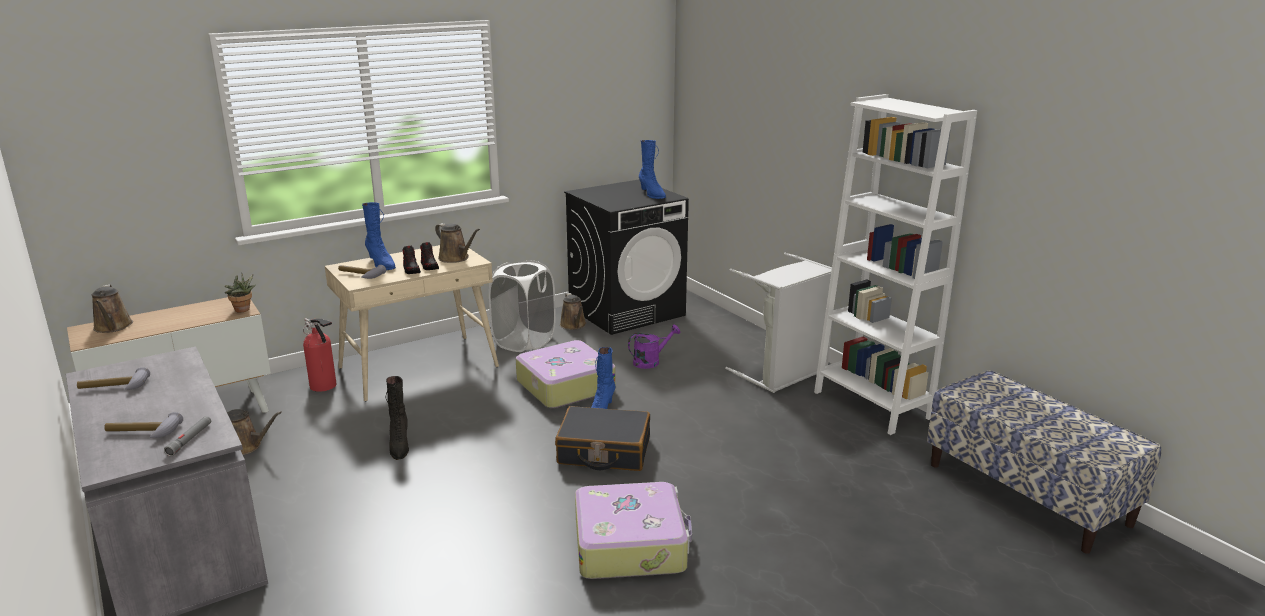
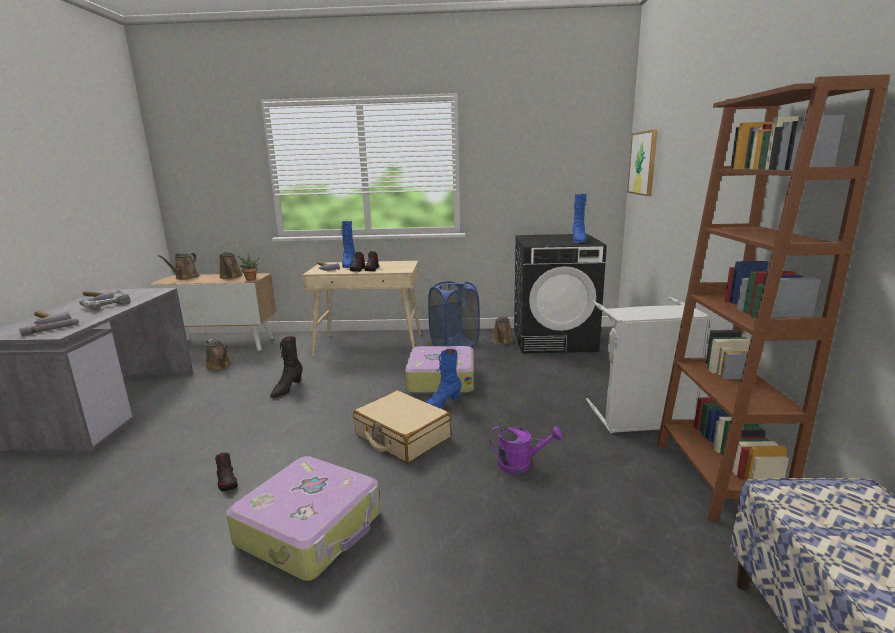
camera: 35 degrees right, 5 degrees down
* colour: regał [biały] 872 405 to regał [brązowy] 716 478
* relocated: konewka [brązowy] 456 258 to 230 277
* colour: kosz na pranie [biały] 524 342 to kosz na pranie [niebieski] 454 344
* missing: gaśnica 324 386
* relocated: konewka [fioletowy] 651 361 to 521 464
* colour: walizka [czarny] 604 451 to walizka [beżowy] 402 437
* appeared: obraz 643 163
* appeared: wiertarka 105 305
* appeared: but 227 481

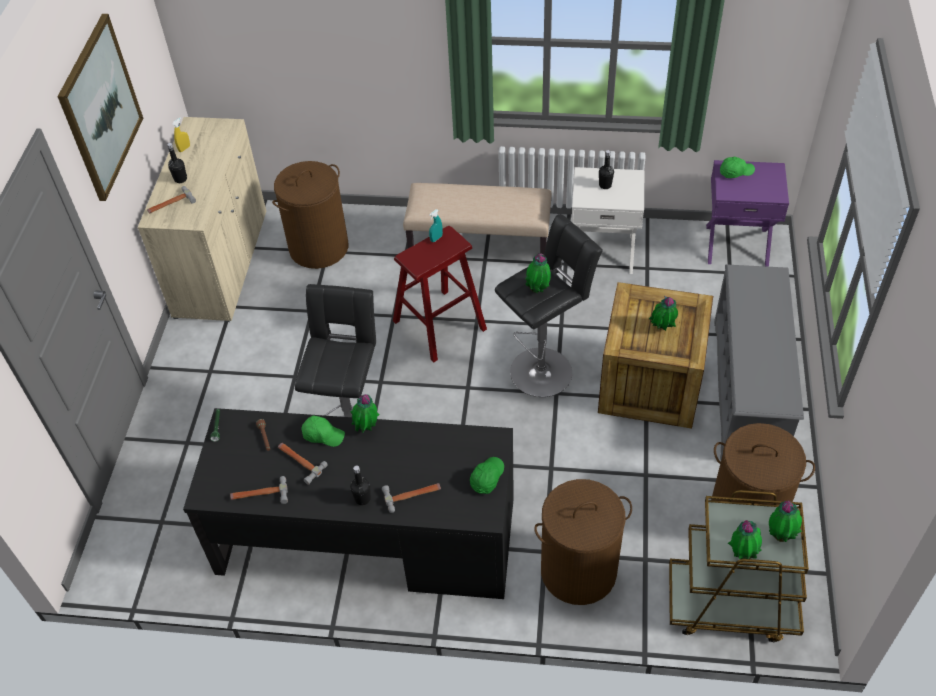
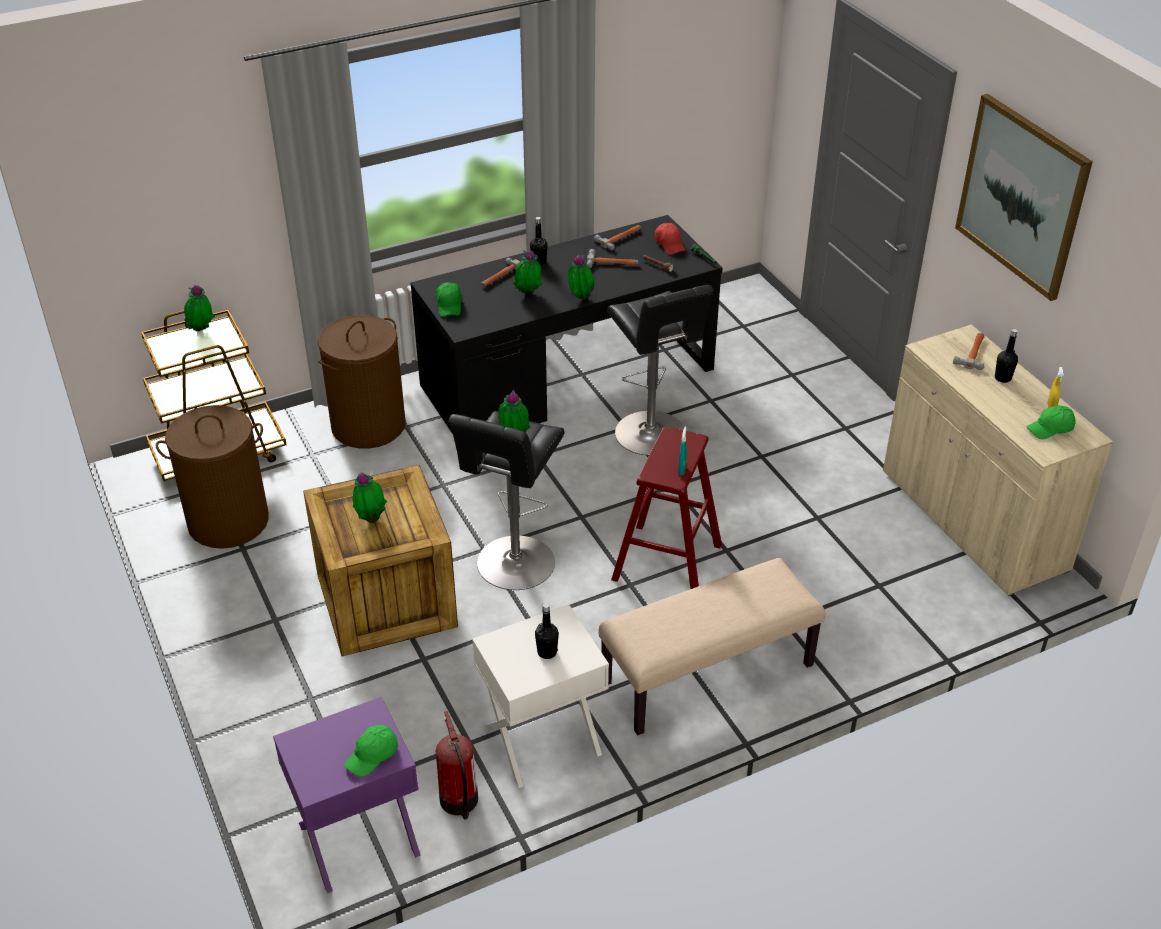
camera: 145 degrees right, 10 degrees down
* missing: kosz na pranie [brązowy] 319 247
* missing: regał na buty [szary] 748 390
* relocated: czapka z daszkiem [zielony] 323 435 to 1050 429
* relocated: roślina doniczkowa 780 535 to 528 294
* appeared: czapka z daszkiem [czerwony] 670 244
* appeared: gaśnica 459 801

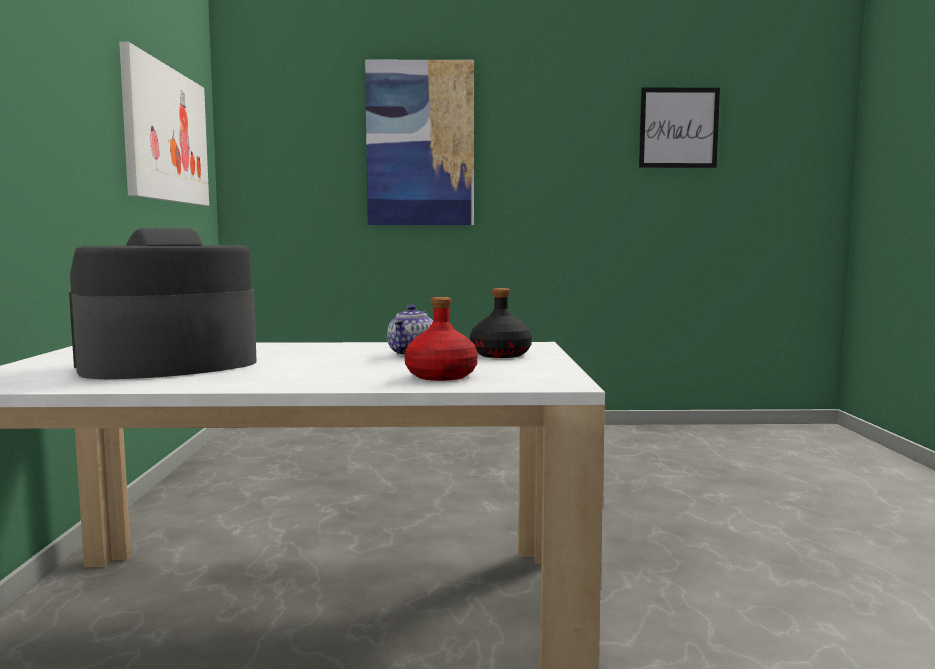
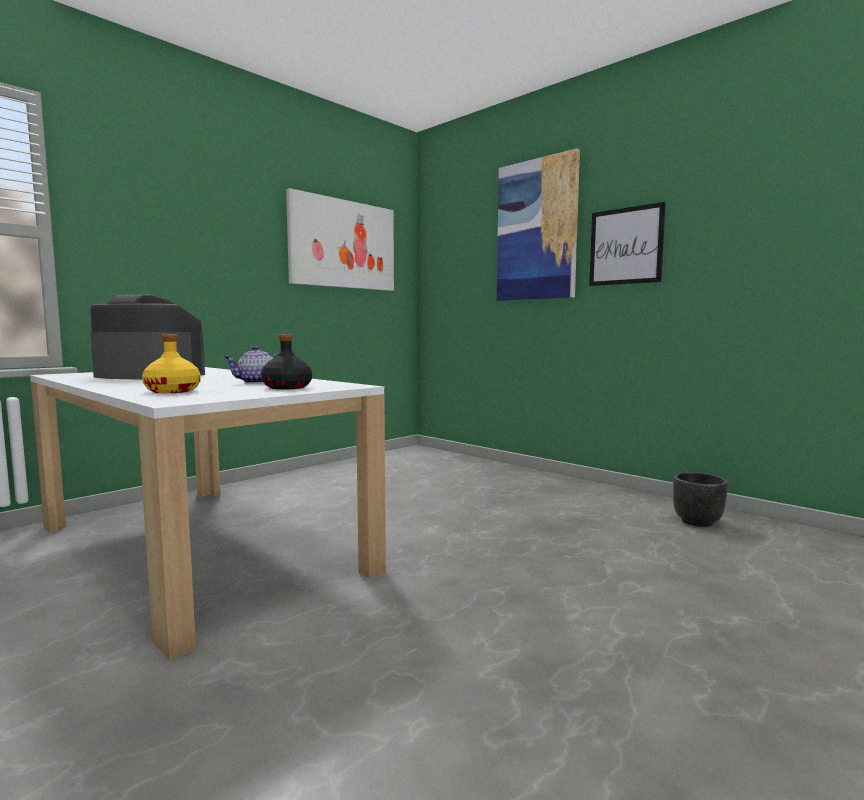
camera: 45 degrees right, 0 degrees up
* relocated: obraz 678 128 to 625 246
* colour: butelka [czerwony] 440 376 to butelka [żółty] 173 391
* appeared: donica [czarny] 696 522

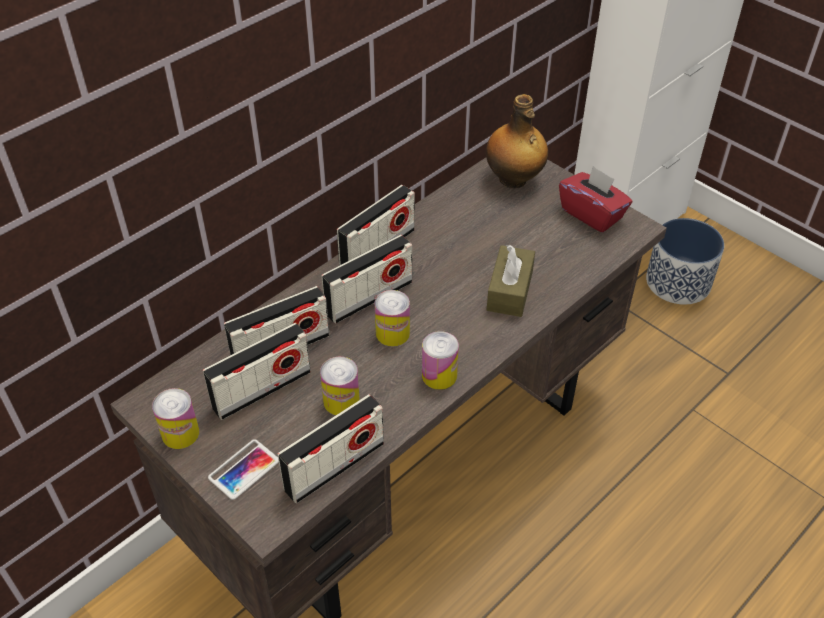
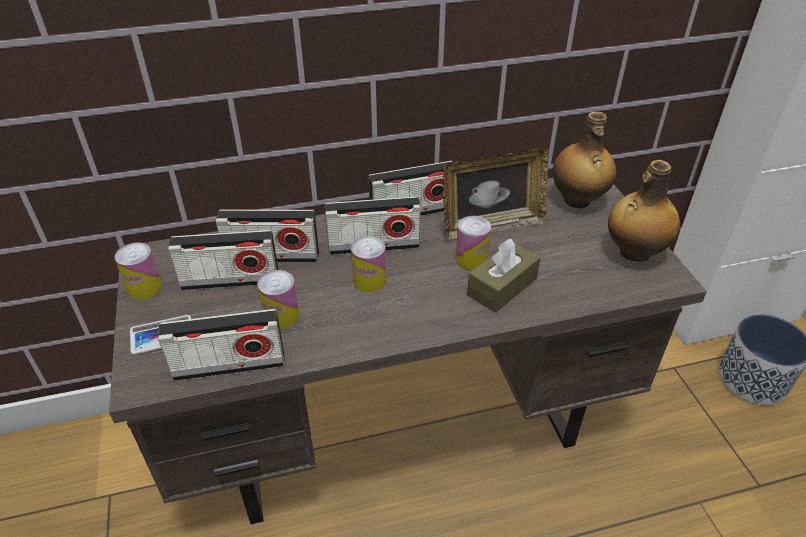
camera: 30 degrees right, 5 degrees down
* exchanged: pudełko chusteczek [czerwony] 592 214 to butelka 633 252
* relocated: puszka 439 375 to 471 259
* appeared: ramka na zdjęcie 491 226

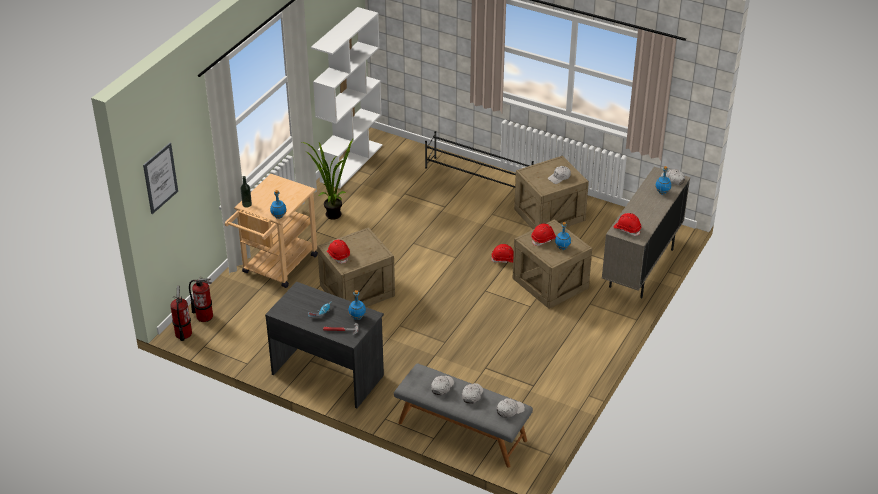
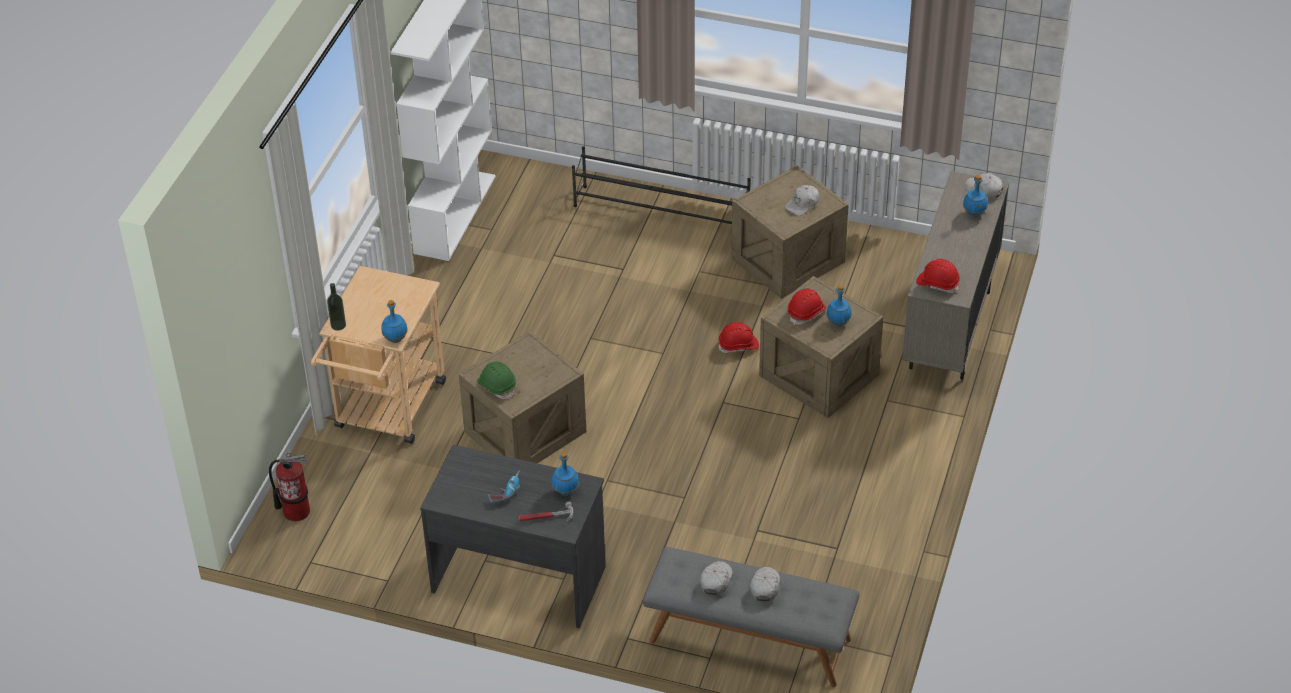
camera: 10 degrees left, 5 degrees up
* missing: roślina doniczkowa 330 213
* missing: obraz 160 178
* colour: kask [czerwony] 338 255 to kask [zielony] 497 386
* missing: gaśnica 183 334
* missing: czapka z daszkiem [biały] 510 410

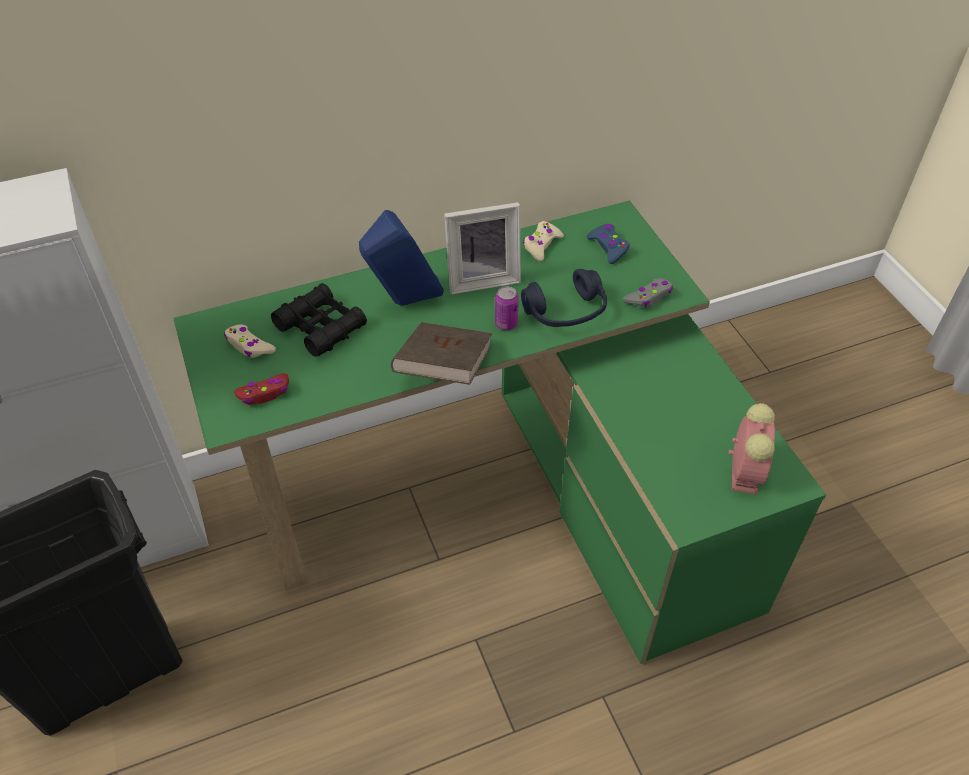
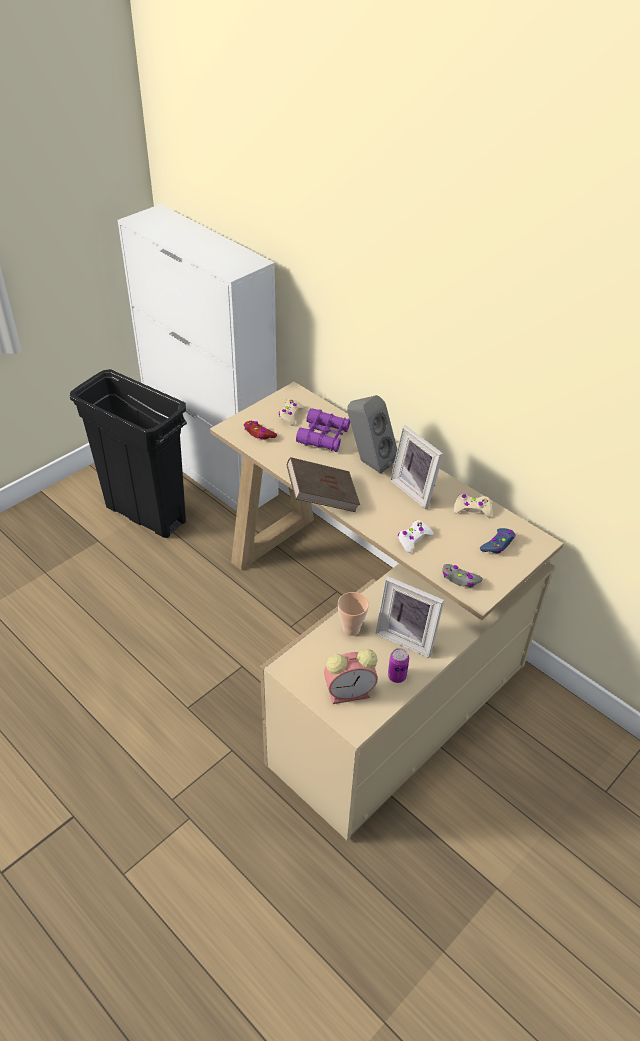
camera: 65 degrees right, 5 degrees down
* colour: biurko [zielony] 508 493 to biurko [beżowy] 363 646
* colour: głośnik [niebieski] 403 302 to głośnik [szary] 368 462
* exchanged: słuchawki [niebieski] 565 312 to pad do gier [biały] 413 539
* colour: lornetka [czarny] 321 327 to lornetka [fioletowy] 323 436
* relocated: puszka 506 324 to 397 676
* appeared: ramka na zdjęcie 407 637
* appeared: filiżanka 351 629

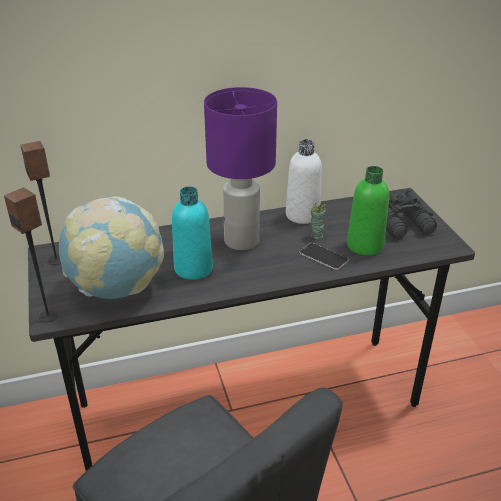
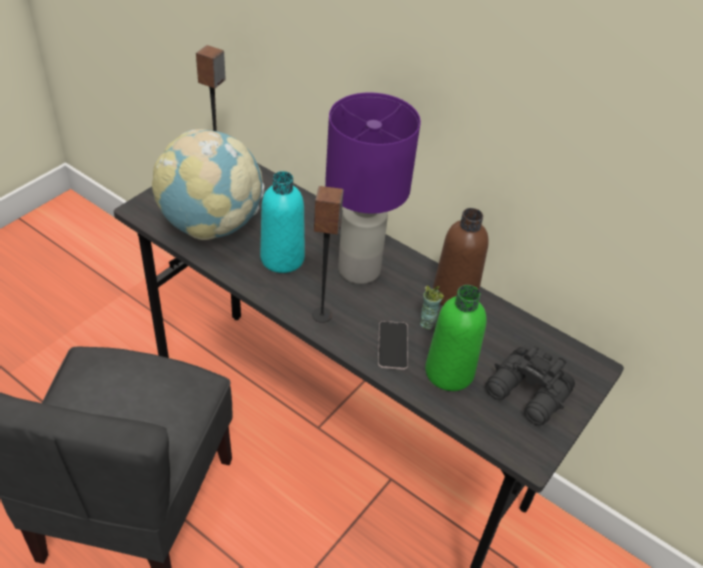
camera: 50 degrees right, 10 degrees up
* colour: butelka [biały] 302 215 to butelka [brązowy] 454 294
* relocated: głośnik 48 316 to 322 315

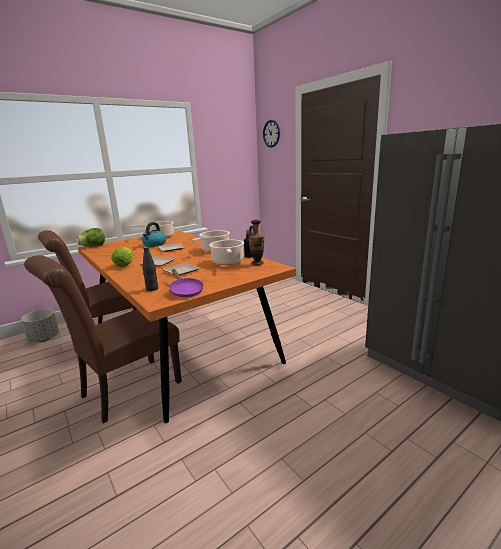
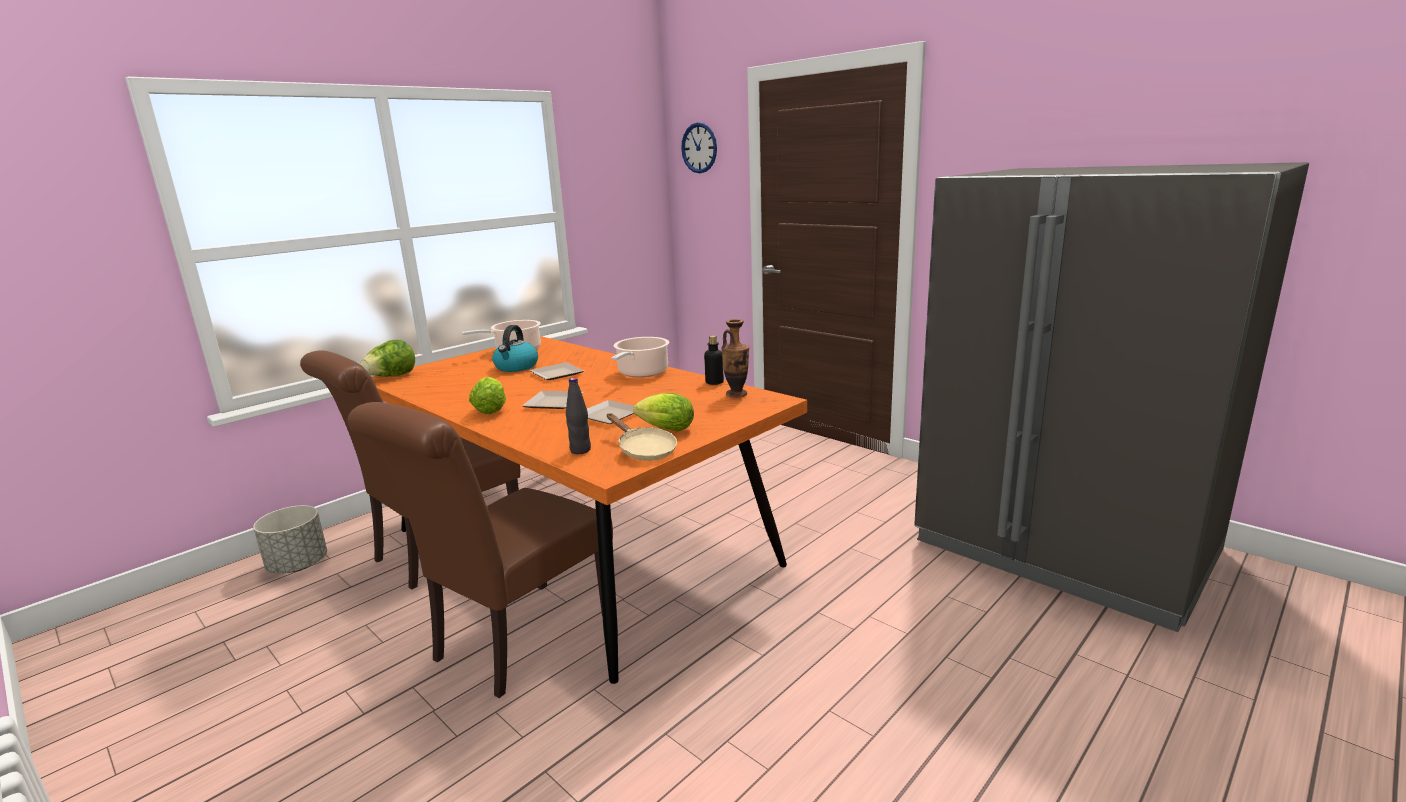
camera: 10 degrees left, 0 degrees up
* missing: garnek 228 262
* colour: patelnia [fioletowy] 185 291 to patelnia [beżowy] 644 450
* appeared: sałata 663 429

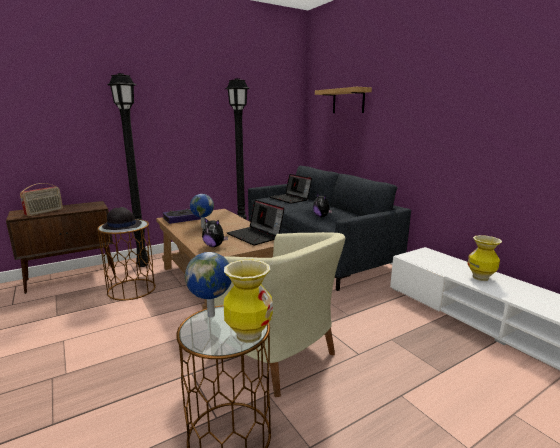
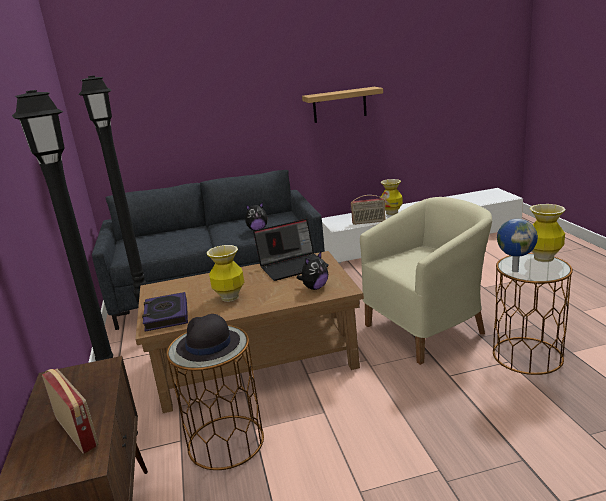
camera: 70 degrees left, 5 degrees up
* relocated: półka 348 101 to 339 105
* missing: laptop 290 199
* exchanged: globus 202 227 to wazon 229 297
* appeared: radio 368 222

